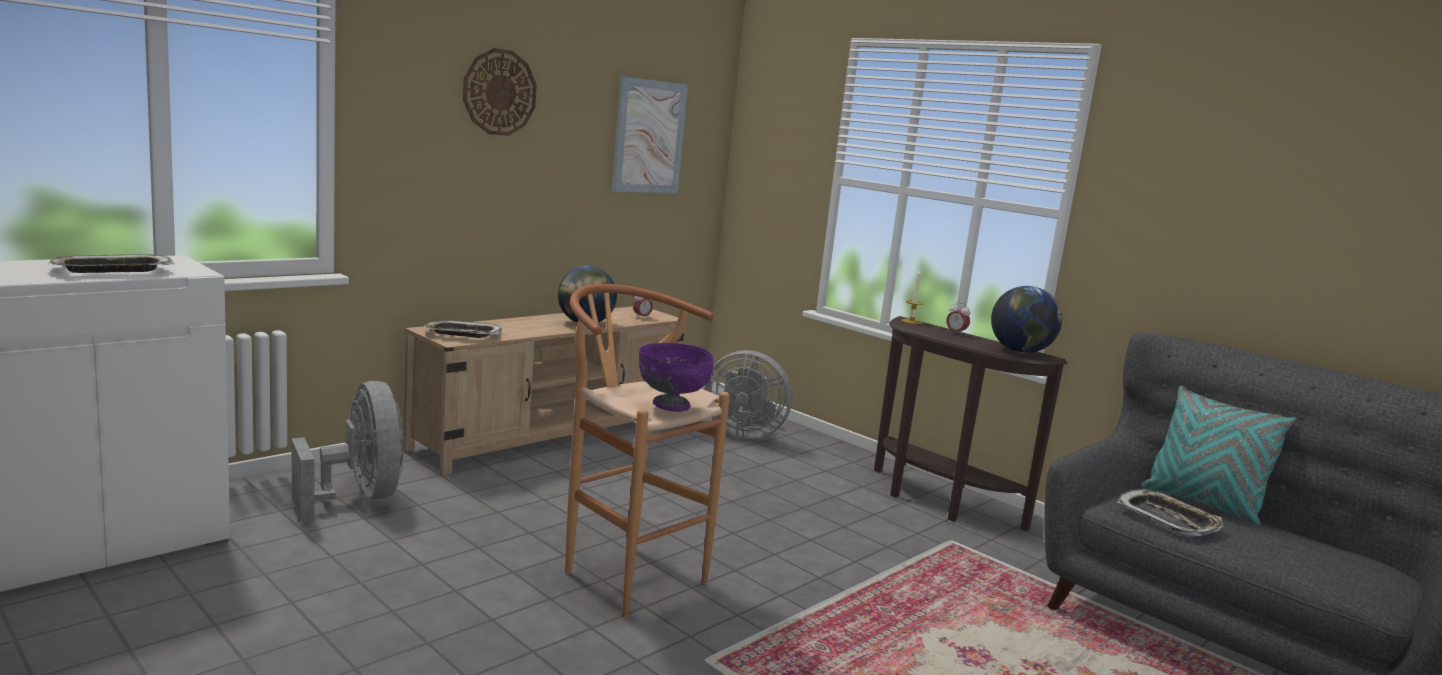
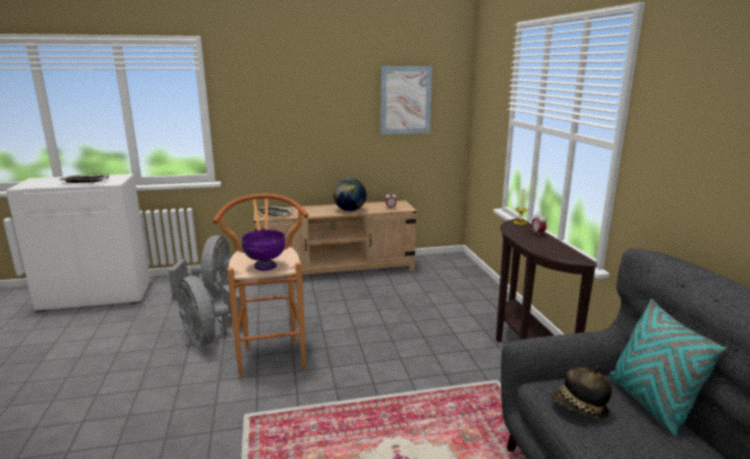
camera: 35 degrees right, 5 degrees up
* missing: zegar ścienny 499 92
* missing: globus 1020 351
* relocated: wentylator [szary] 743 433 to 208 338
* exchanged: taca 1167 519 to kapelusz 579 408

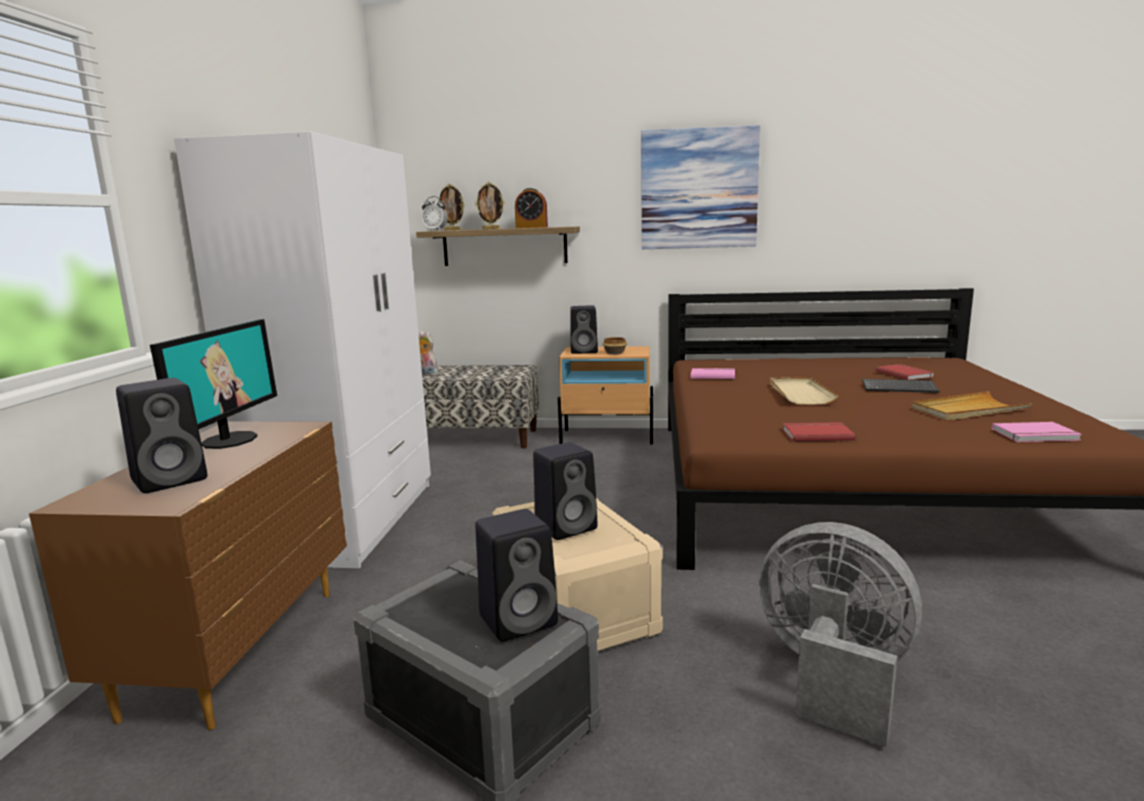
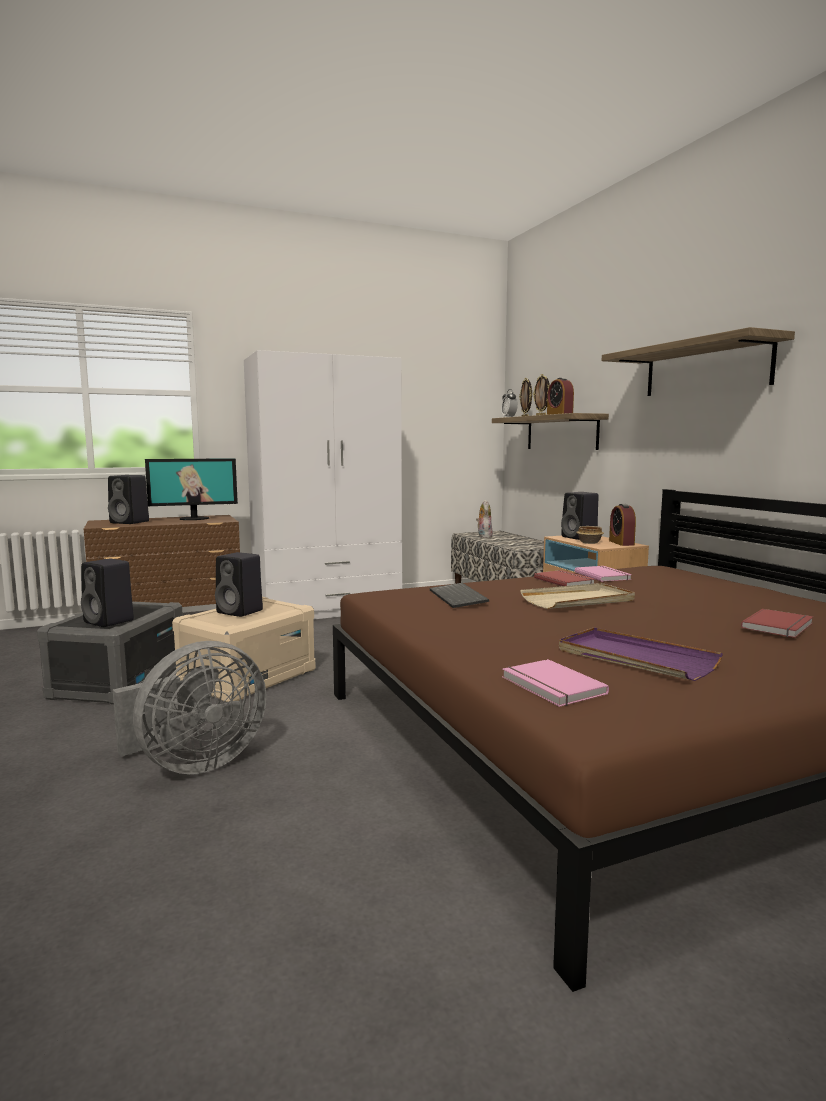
camera: 60 degrees right, 5 degrees down
* exchanged: obraz 699 189 to półka 706 368
* relocated: klawiatura 899 387 to 459 597
* colour: taca [beżowy] 968 410 to taca [fioletowy] 635 658
* relocated: książka [czerwony] 816 434 to 565 581
* spun: wentylator [szary] 832 678 = 194 764 45 degrees clockwise
* appeared: budzik 621 543

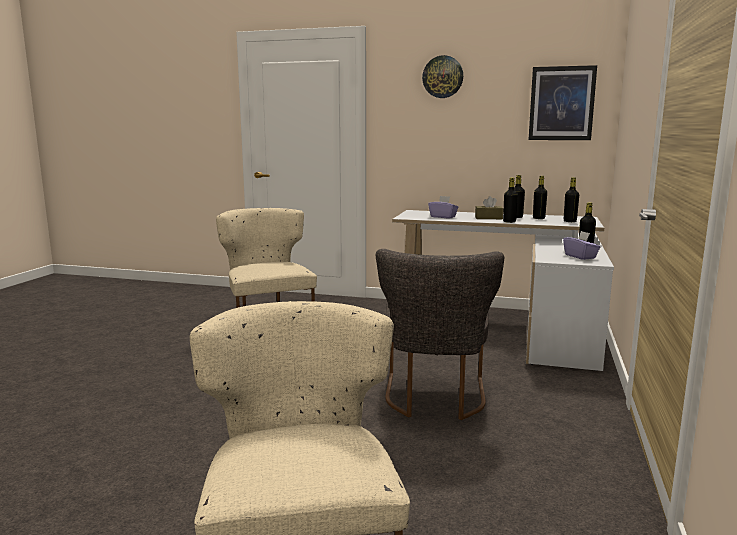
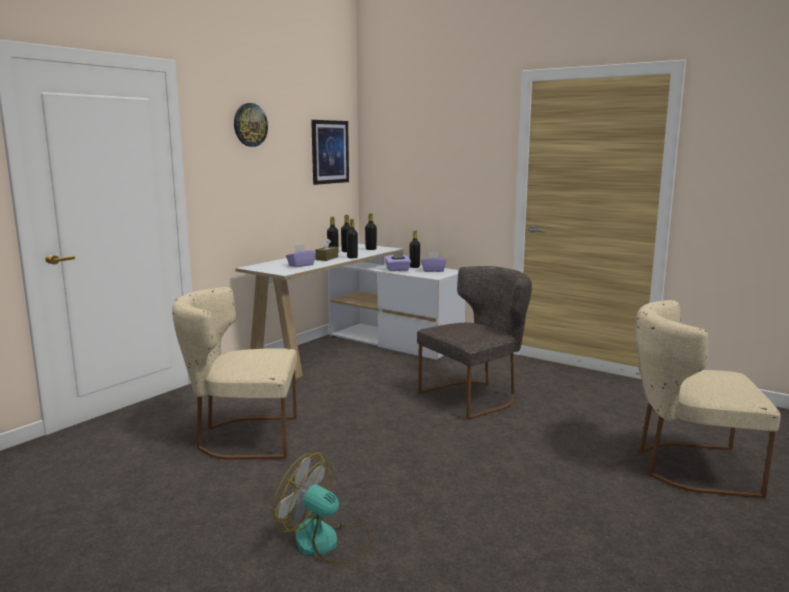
camera: 70 degrees left, 0 degrees up
* spun: krzesło [szary] 435 399 = 475 396 60 degrees counterclockwise
* appeared: pudełko chusteczek [fioletowy] 398 270
* appeared: wentylator 326 543

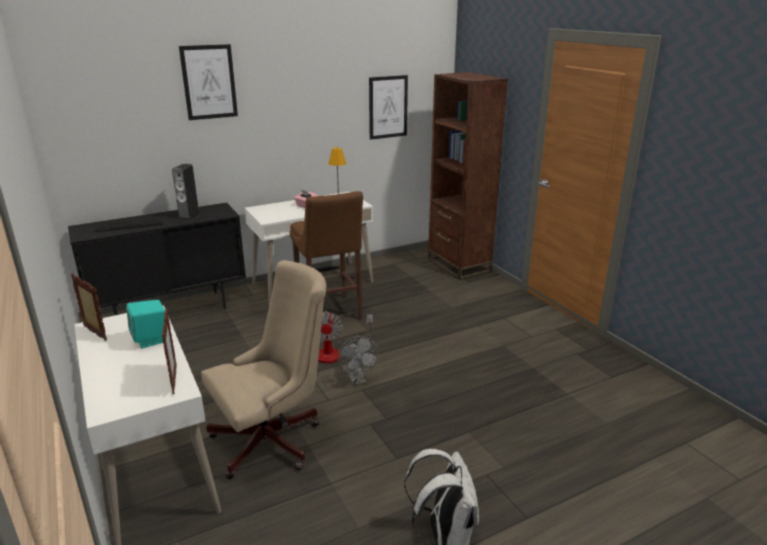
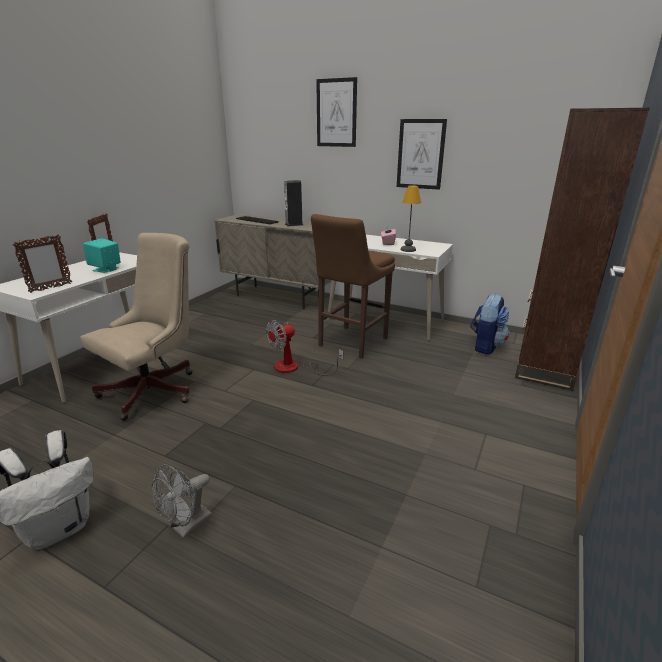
camera: 55 degrees right, 0 degrees up
* relocated: obraz 388 107 to 420 154
* colour: szafka [czarny] 171 311 to szafka [beżowy] 278 297
* spun: krzesło biurowe [beżowy] 273 440 = 156 389 75 degrees counterclockwise
* relocated: wentylator [szary] 358 380 to 187 526
* appeared: plecak 486 346

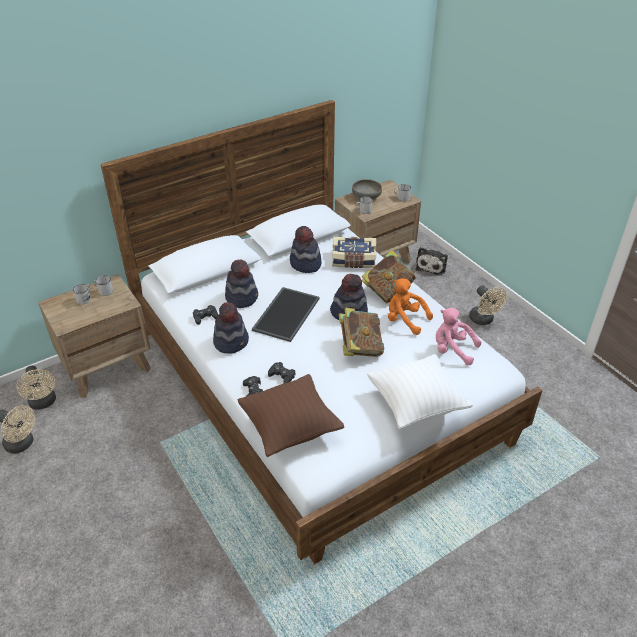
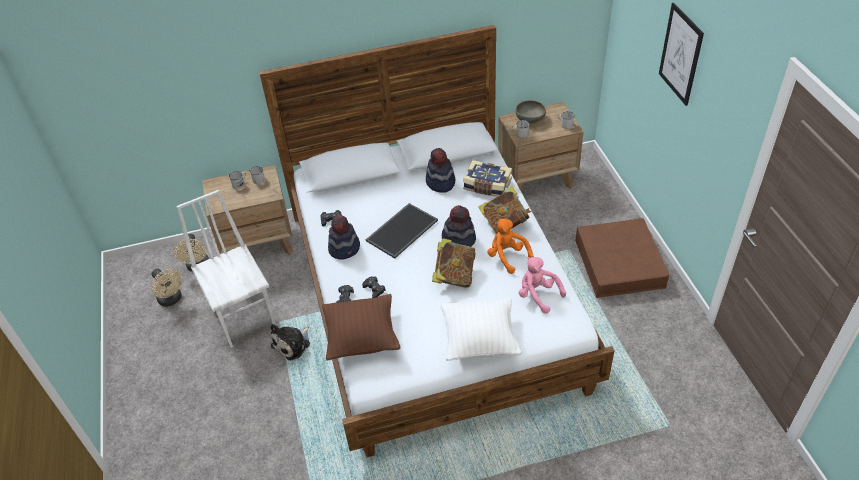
camera: 20 degrees right, 5 degrees up
* relocated: pluszak 431 266 to 293 344
* missing: kapelusz 242 297
* exchanged: wentylator [beżowy] 483 320 to pojemnik do przechowywania [brązowy] 619 263
* appeared: obraz 680 54
* appeared: krzesło [biały] 245 317

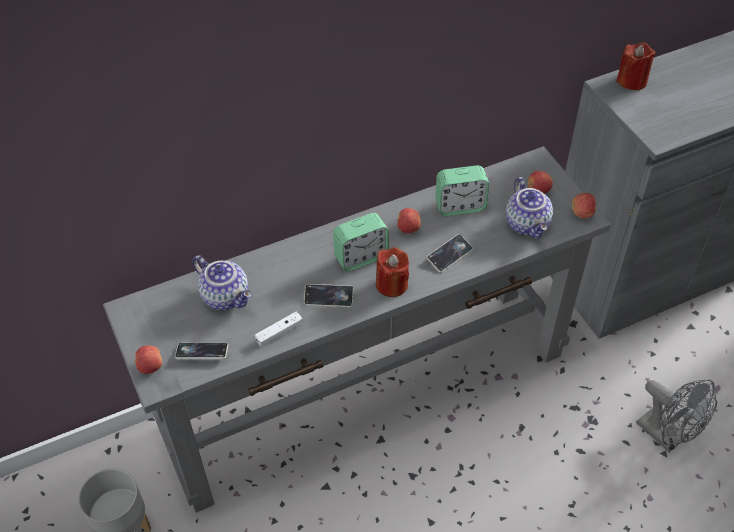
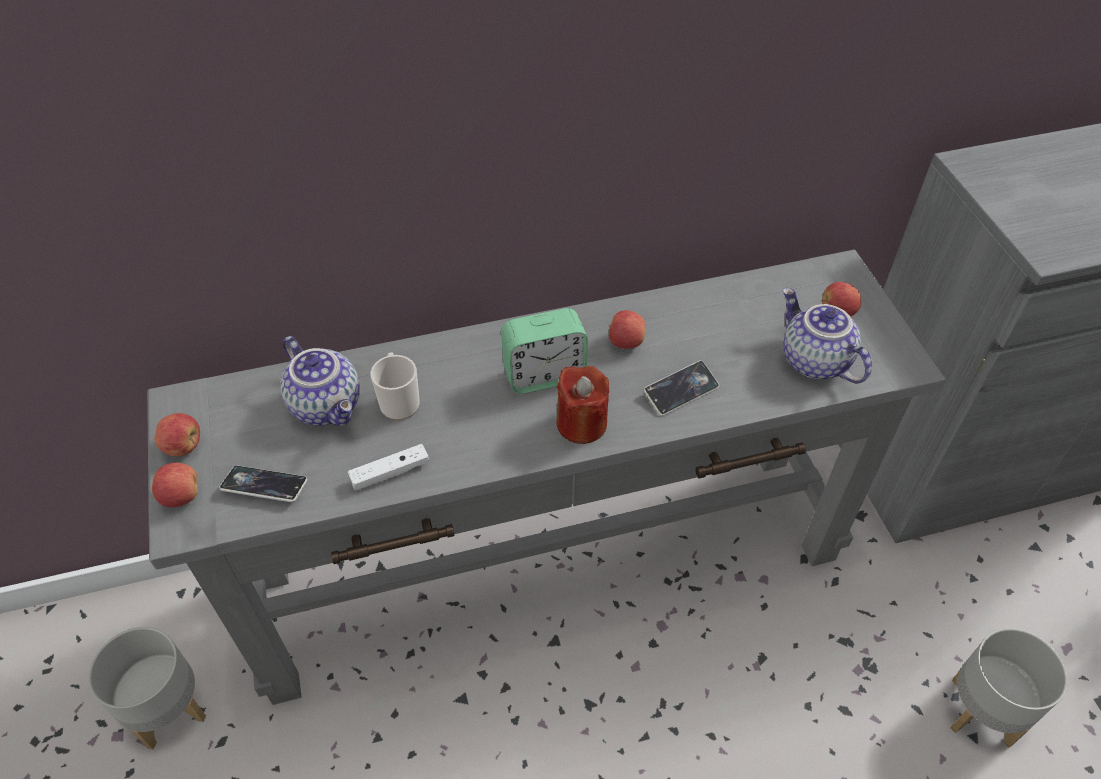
camera: 10 degrees right, 0 degrees up
* missing: świeca [czerwony] 632 81
* missing: budzik 460 206
* spun: imbryk 528 224 = 813 361 150 degrees clockwise
* relocated: jabłko 582 213 to 183 446
* missing: telefon 328 297
* exchanged: wentylator [szary] 667 436 to donica [szary] 981 710
* appeared: kubek 399 401

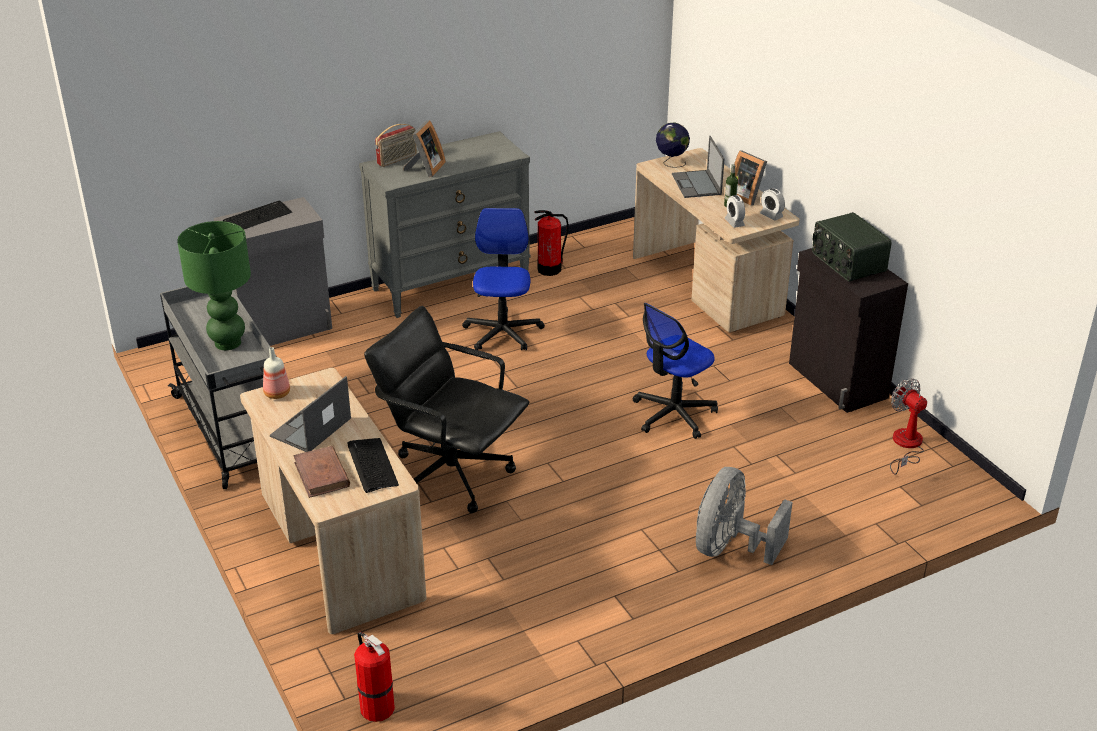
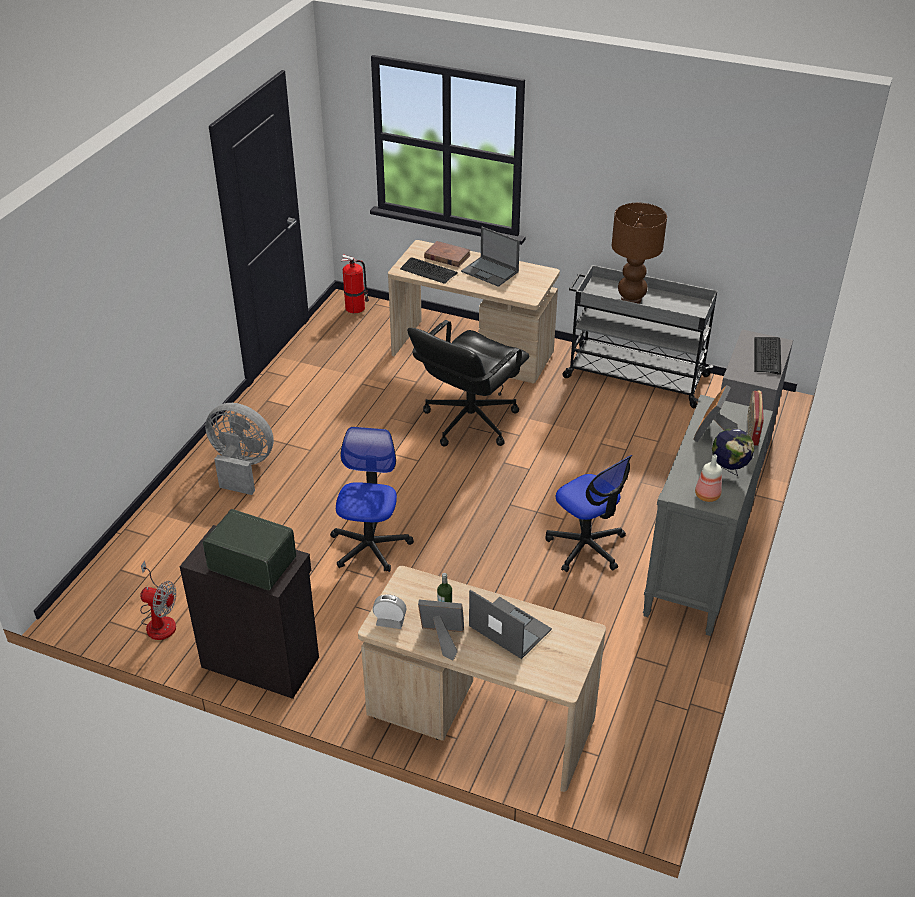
camera: 140 degrees right, 5 degrees up
* spun: ramka na zdjęcie 425 169 = 713 433 45 degrees clockwise
* relocated: globus 671 163 to 728 473
* missing: budzik 734 222
* missing: gaśnica 549 269
* colour: lampa stołowa [zielony] 227 342 to lampa stołowa [brązowy] 631 300
* spun: krzesło biurowe [czarny] 451 474 = 469 421 135 degrees clockwise
* relocated: butelka 277 394 to 706 495
* spun: laptop 310 428 = 490 272 135 degrees clockwise
* spun: wentylator [szary] 730 547 = 241 467 60 degrees counterclockwise

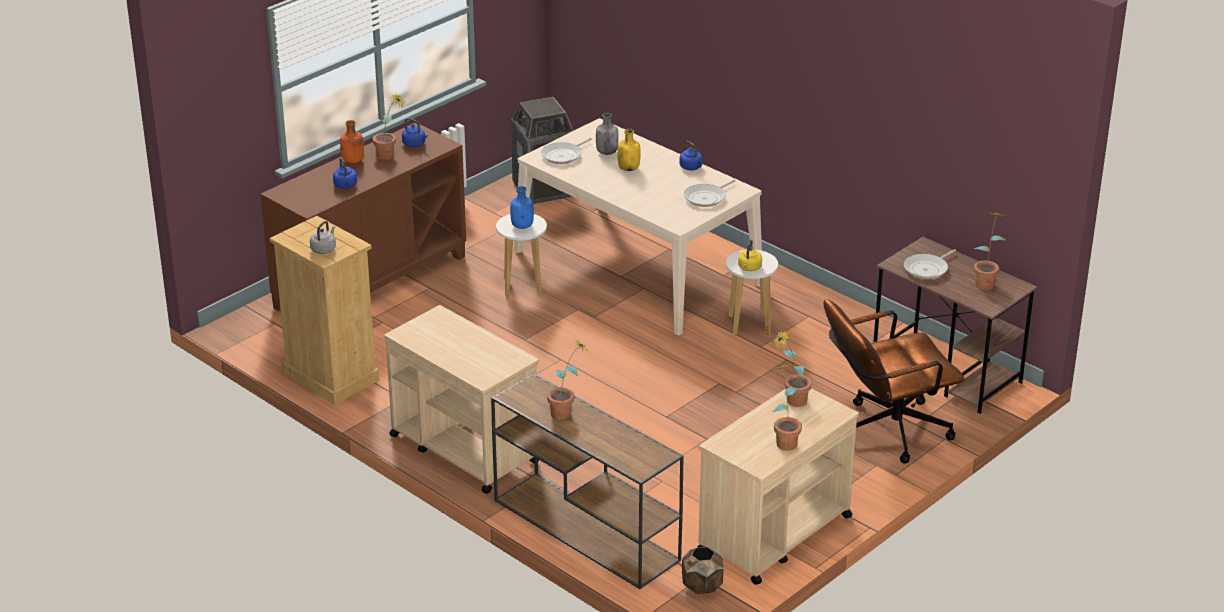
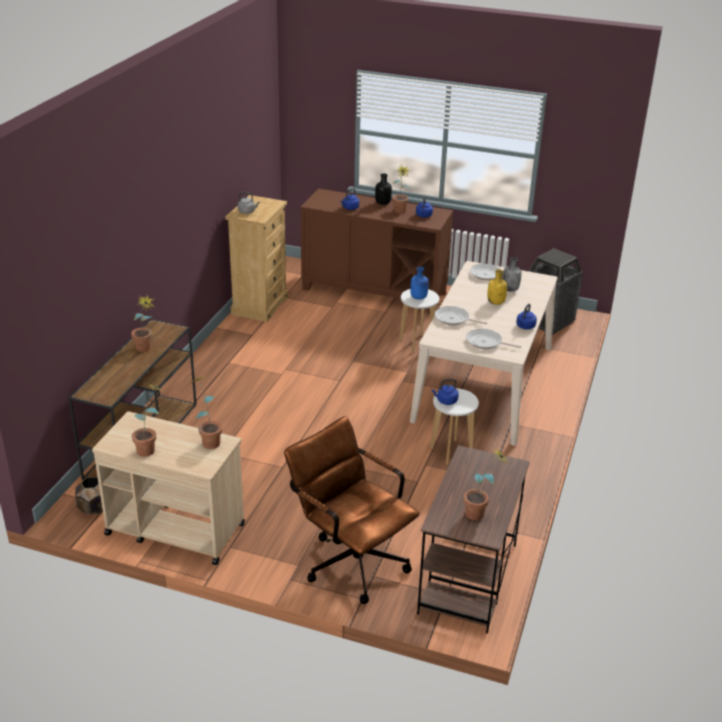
camera: 65 degrees right, 0 degrees up
* colour: butelka [pomarańczowy] 353 161 to butelka [czarny] 382 203
* colour: czajnik [żółty] 749 268 to czajnik [niebieski] 446 401
* relocated: patelnia 927 269 to 454 319
* missing: wózek [beżowy] 463 448

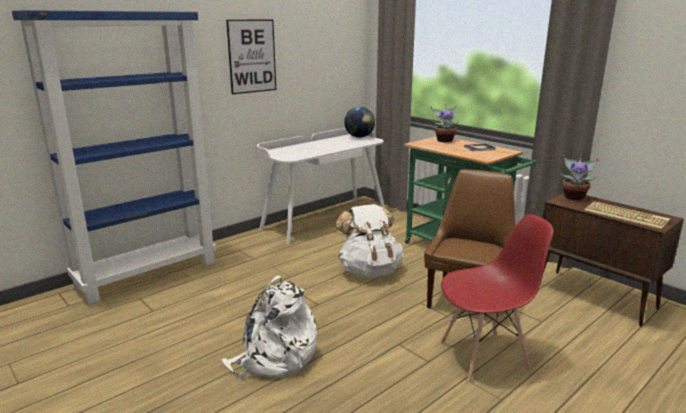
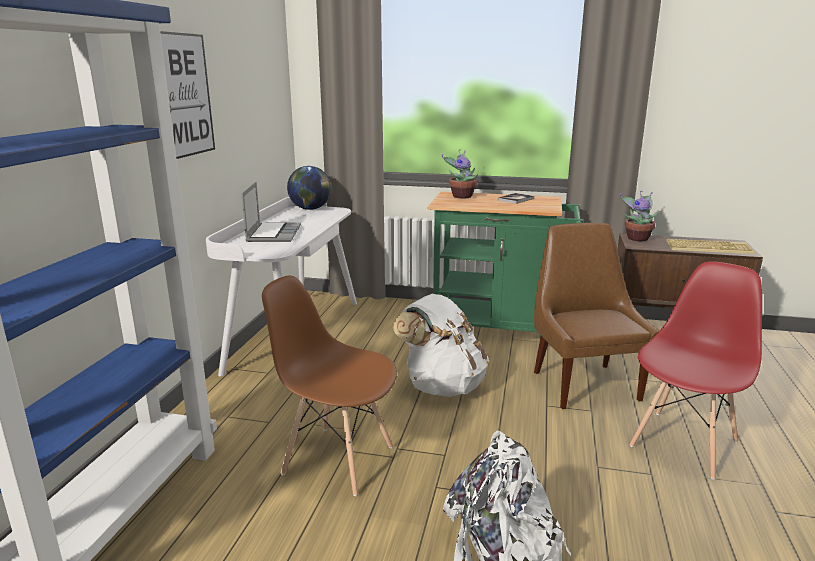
camera: 35 degrees left, 0 degrees up
* appeared: laptop 273 233
* appeared: krzesło [brązowy] 337 459

